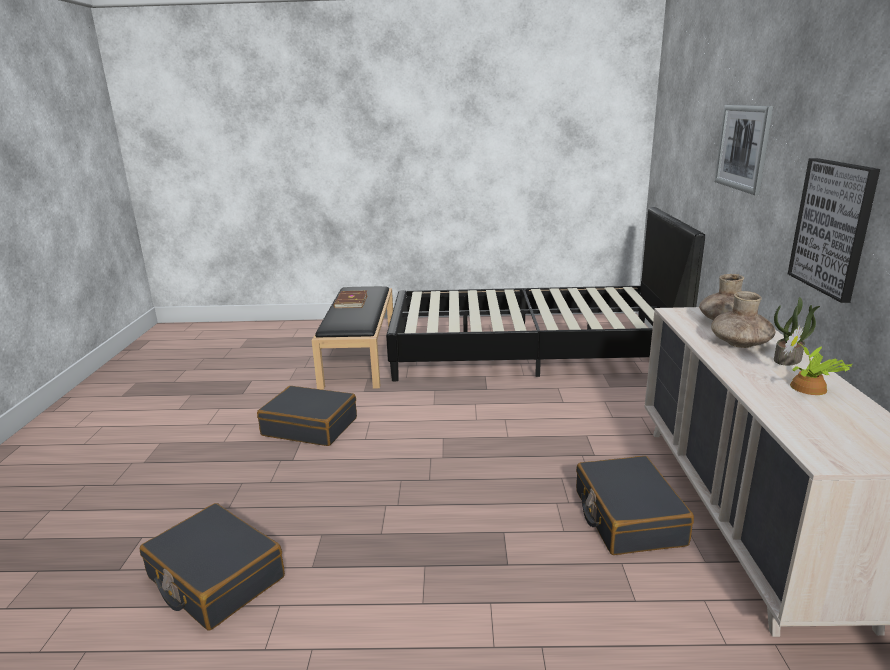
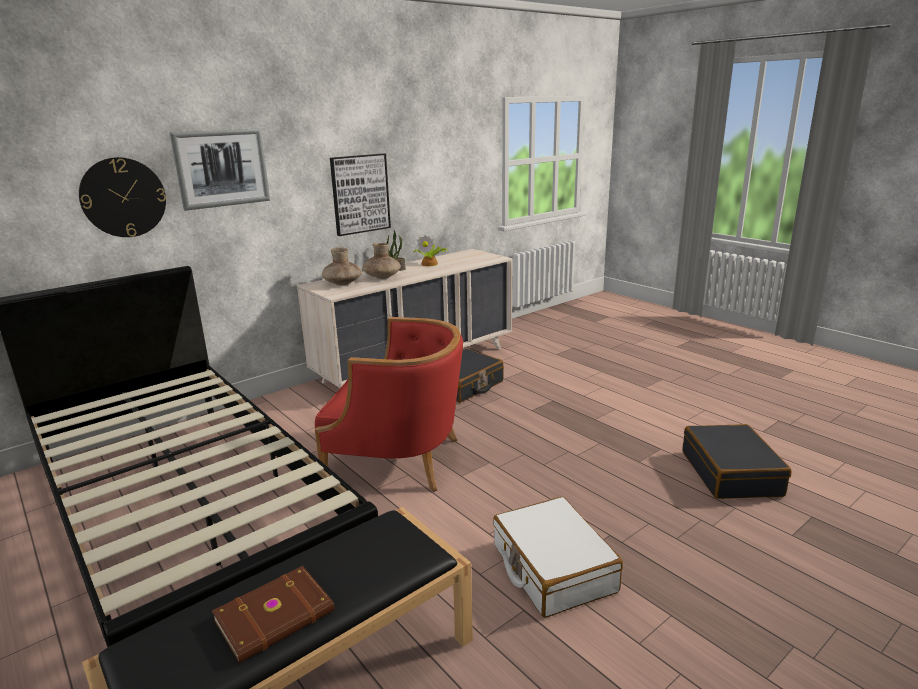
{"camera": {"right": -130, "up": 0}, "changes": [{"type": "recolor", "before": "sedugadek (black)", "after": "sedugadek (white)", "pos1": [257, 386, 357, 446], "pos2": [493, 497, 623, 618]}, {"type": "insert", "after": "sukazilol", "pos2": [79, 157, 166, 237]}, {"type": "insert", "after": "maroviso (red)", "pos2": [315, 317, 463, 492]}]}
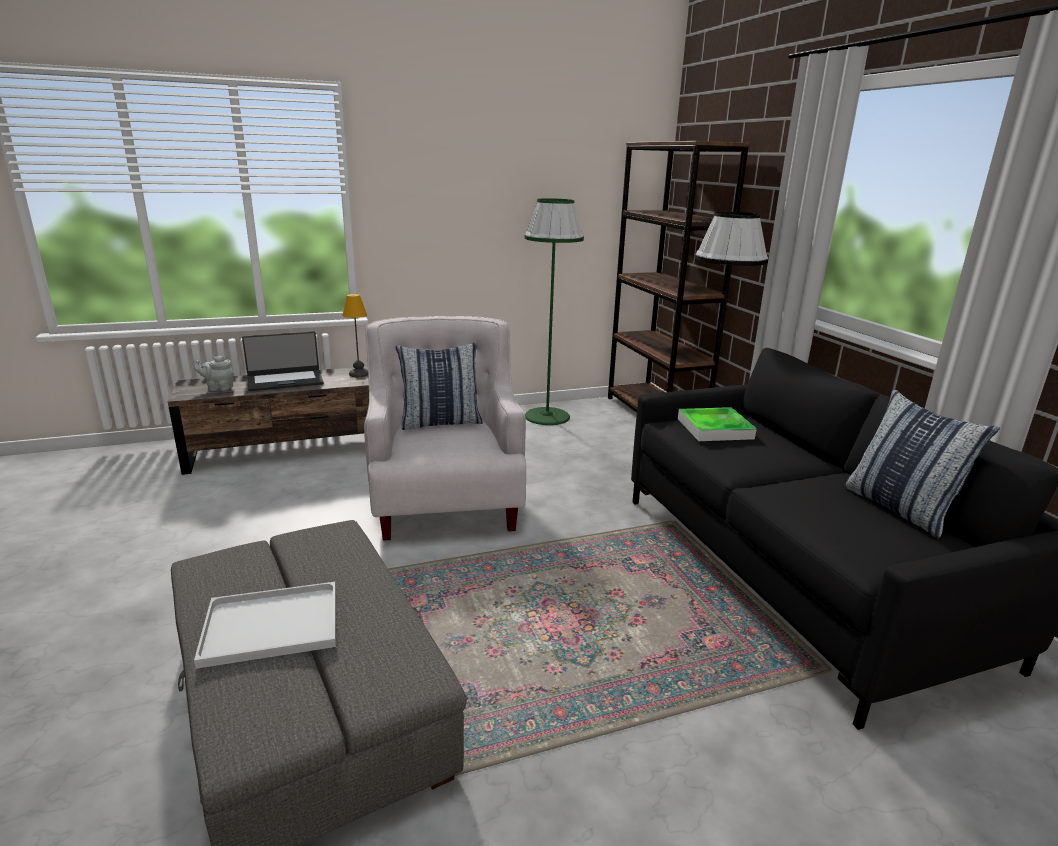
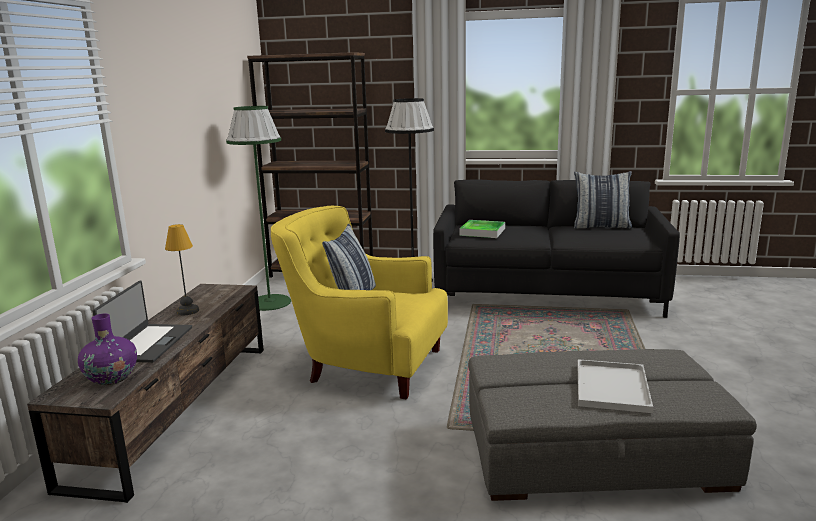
{"camera": {"right": -60, "up": -5}, "changes": [{"type": "recolor", "before": "maroviso (white)", "after": "maroviso (yellow)", "pos1": [364, 316, 526, 541], "pos2": [271, 206, 448, 400]}, {"type": "replace", "before": "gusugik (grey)", "after": "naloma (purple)", "pos1": [194, 356, 234, 391], "pos2": [78, 314, 137, 385]}]}
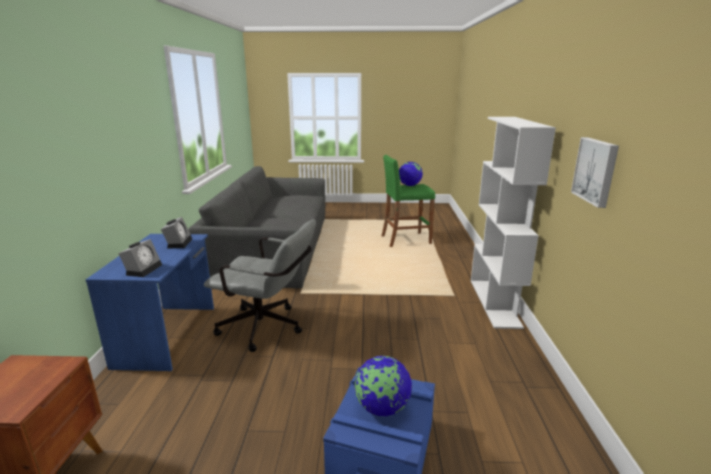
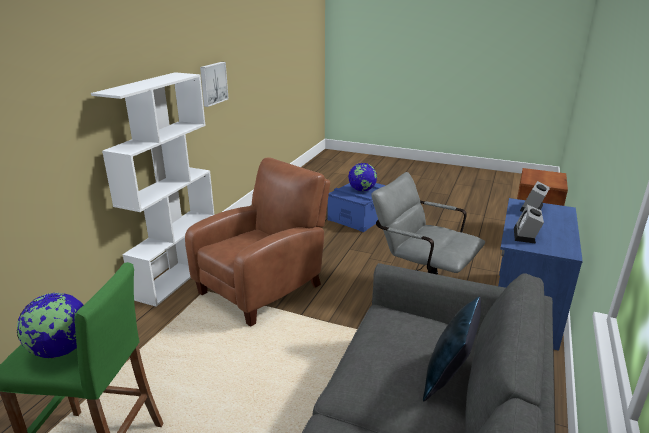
{"camera": {"right": -160, "up": 5}, "changes": [{"type": "insert", "after": "maroviso (brown)", "pos2": [185, 157, 330, 327]}, {"type": "insert", "after": "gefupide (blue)", "pos2": [423, 296, 481, 401]}]}
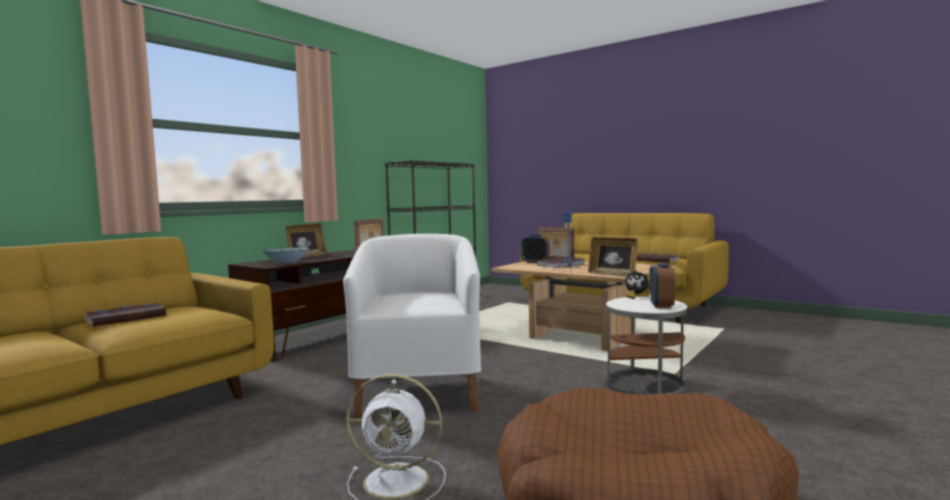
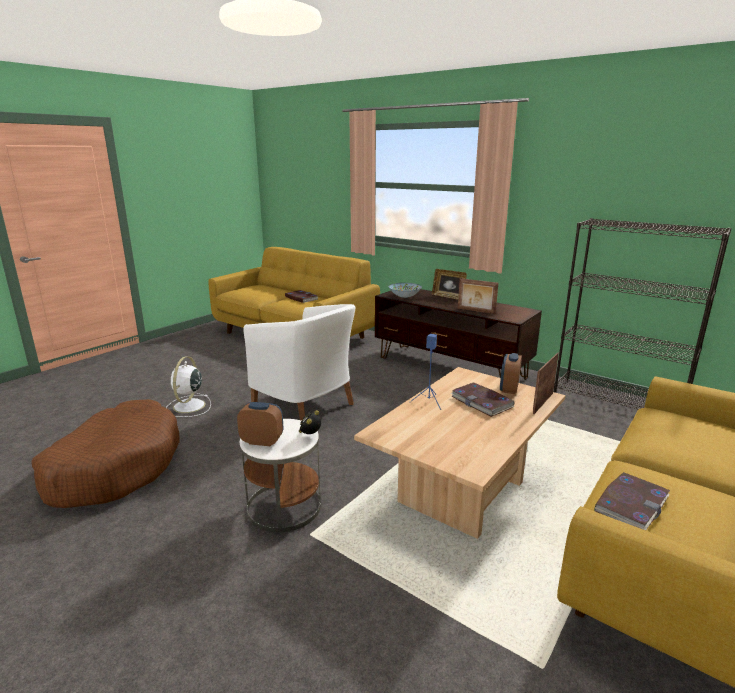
{"camera": {"right": 90, "up": 15}, "changes": [{"type": "rotate", "before": "maroviso (white)", "pos1": [343, 234, 481, 417], "pos2": [243, 304, 355, 421], "turn": 45}, {"type": "delete", "before": "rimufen", "pos1": [588, 237, 638, 277]}]}
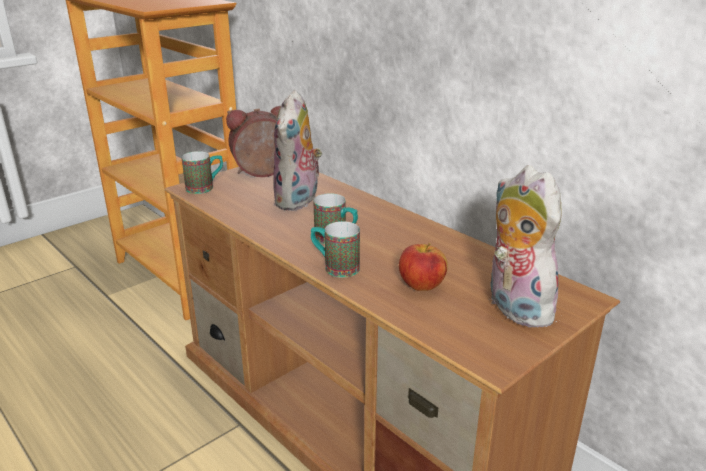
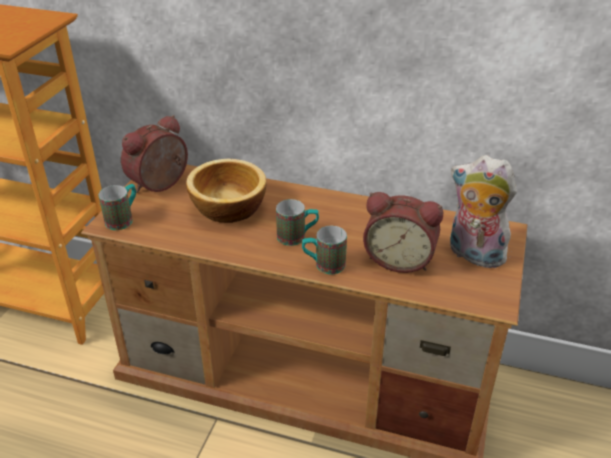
{"camera": {"right": -30, "up": 10}, "changes": [{"type": "replace", "before": "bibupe", "after": "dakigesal", "pos1": [273, 90, 322, 211], "pos2": [186, 159, 267, 223]}, {"type": "replace", "before": "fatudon", "after": "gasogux", "pos1": [399, 243, 448, 291], "pos2": [363, 192, 443, 273]}]}
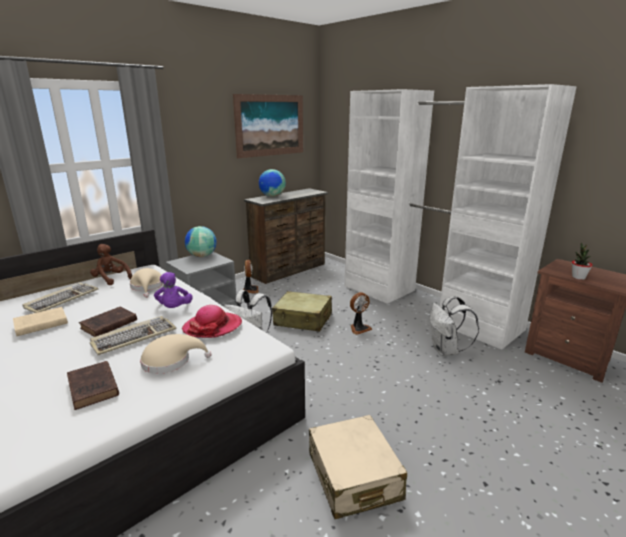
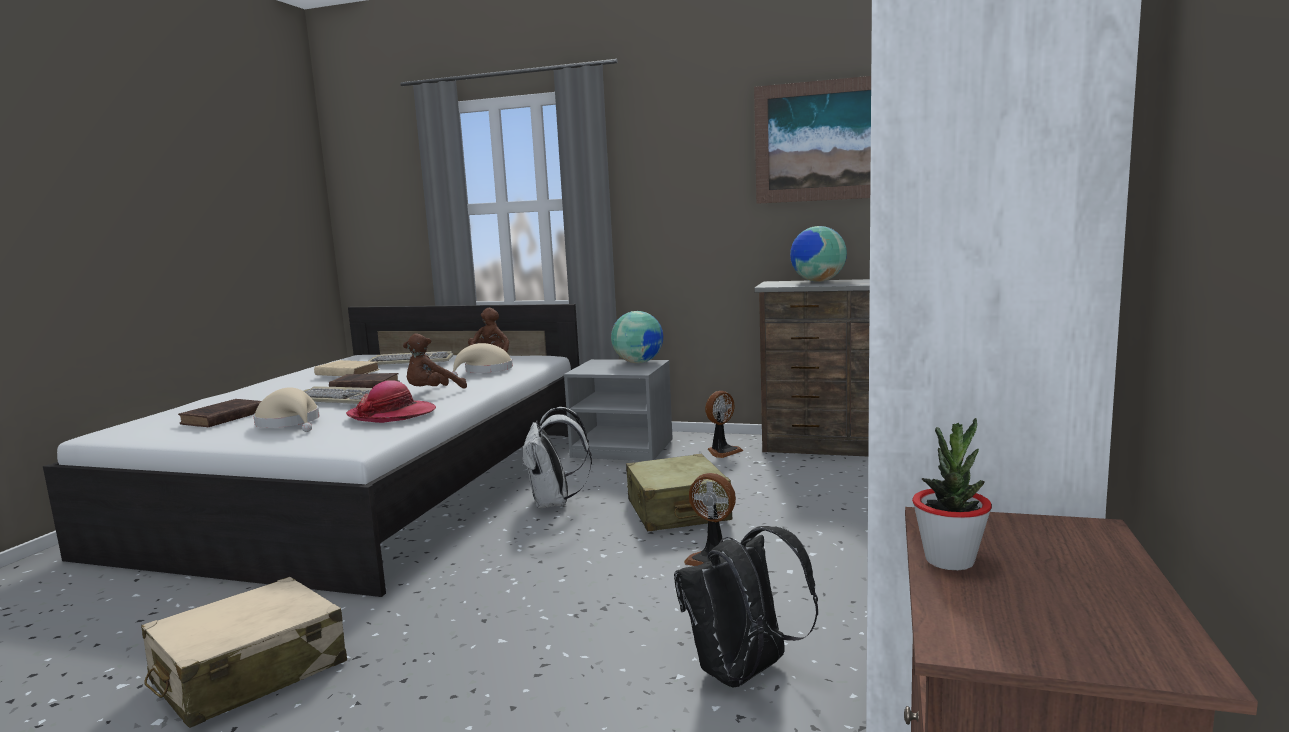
{"camera": {"right": 60, "up": -10}, "changes": [{"type": "recolor", "before": "bibupe (purple)", "after": "bibupe (brown)", "pos1": [154, 272, 193, 308], "pos2": [403, 334, 467, 389]}, {"type": "recolor", "before": "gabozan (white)", "after": "gabozan (black)", "pos1": [429, 296, 479, 356], "pos2": [674, 526, 818, 687]}]}
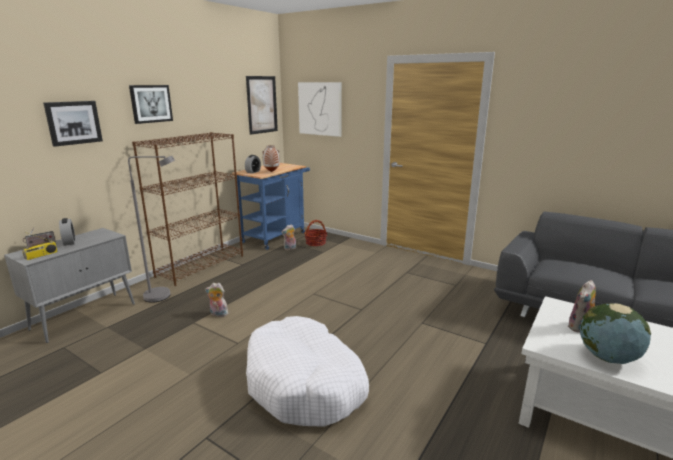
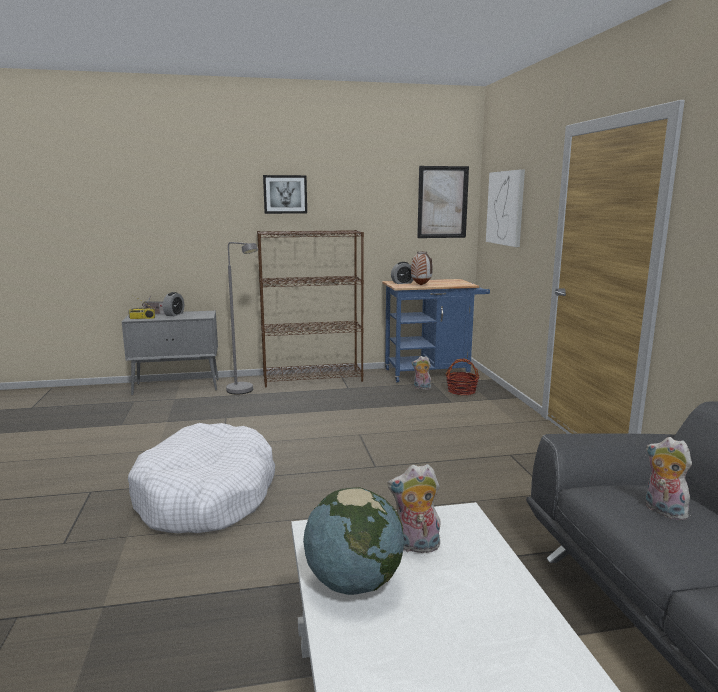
{"camera": {"right": 45, "up": -5}, "changes": [{"type": "delete", "before": "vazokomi", "pos1": [43, 101, 103, 147]}, {"type": "move", "before": "bibupe", "pos1": [205, 283, 228, 317], "pos2": [646, 437, 692, 520]}]}
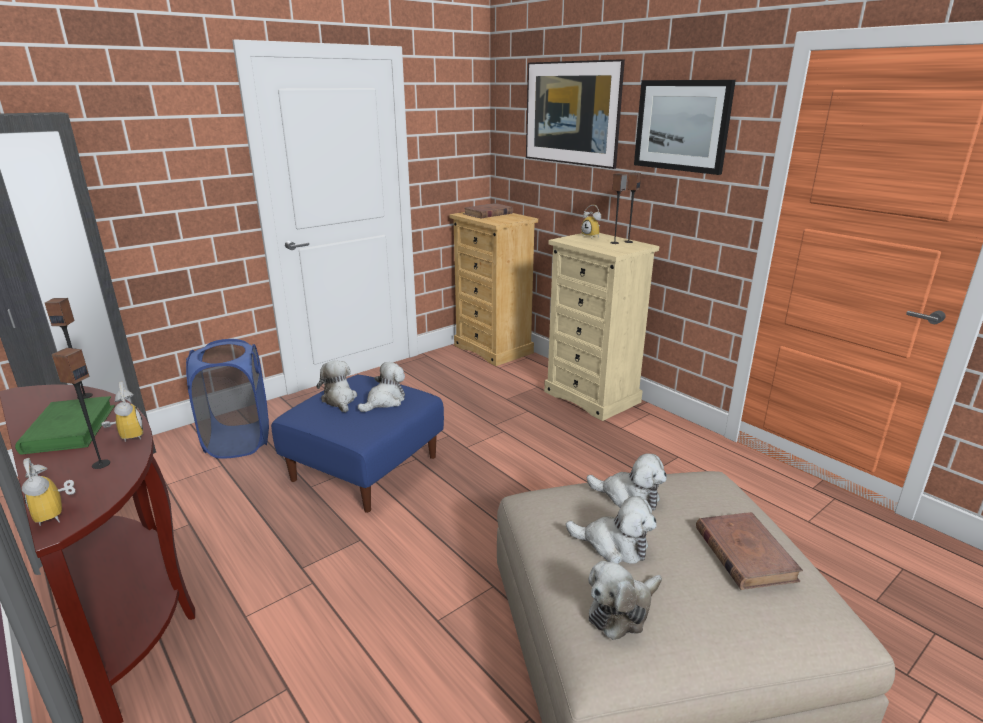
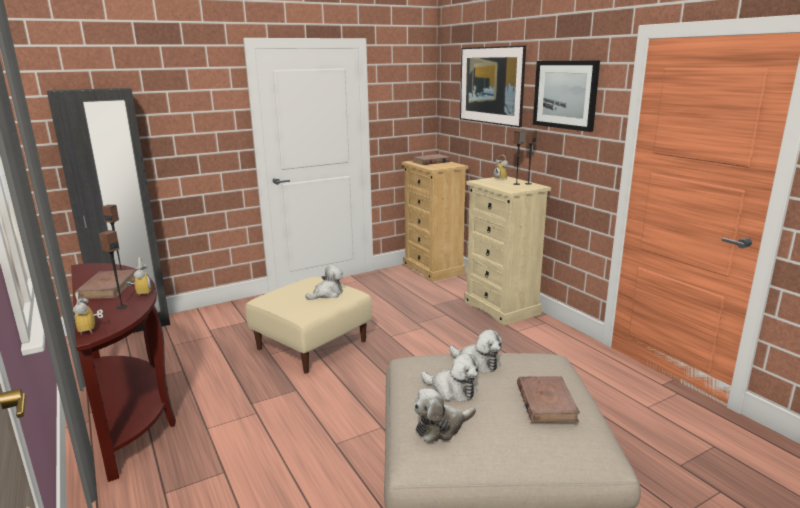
{"camera": {"right": 10, "up": -5}, "changes": [{"type": "delete", "before": "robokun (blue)", "pos1": [186, 339, 269, 459]}, {"type": "delete", "before": "bibupe", "pos1": [317, 360, 357, 413]}, {"type": "recolor", "before": "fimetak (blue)", "after": "fimetak (beige)", "pos1": [271, 375, 444, 513], "pos2": [245, 277, 372, 373]}, {"type": "recolor", "before": "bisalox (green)", "after": "bisalox (brown)", "pos1": [15, 396, 115, 455], "pos2": [75, 270, 136, 299]}]}
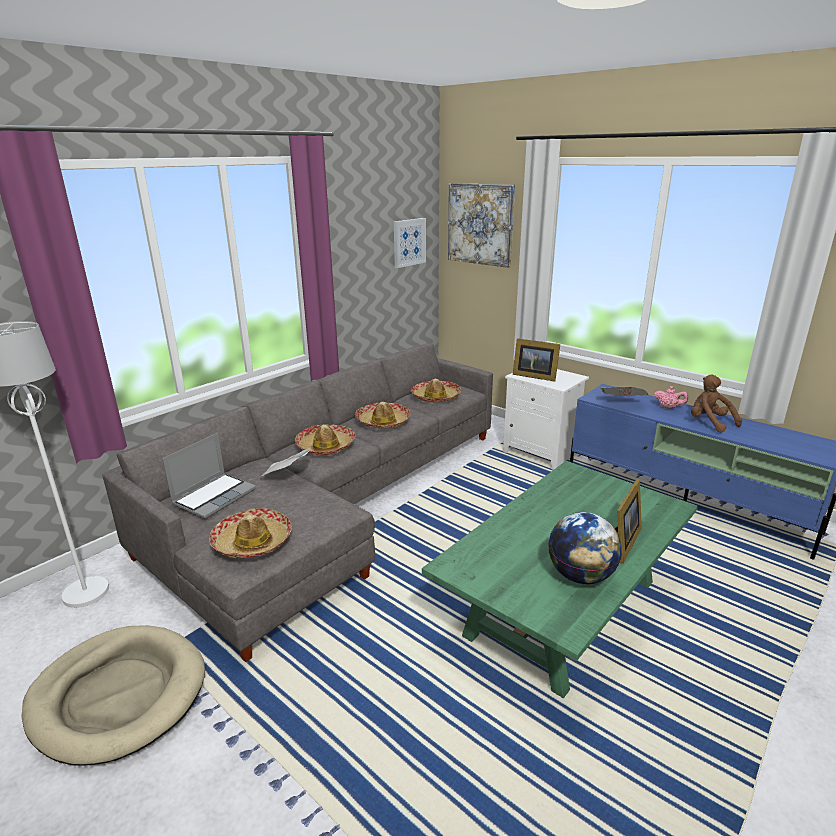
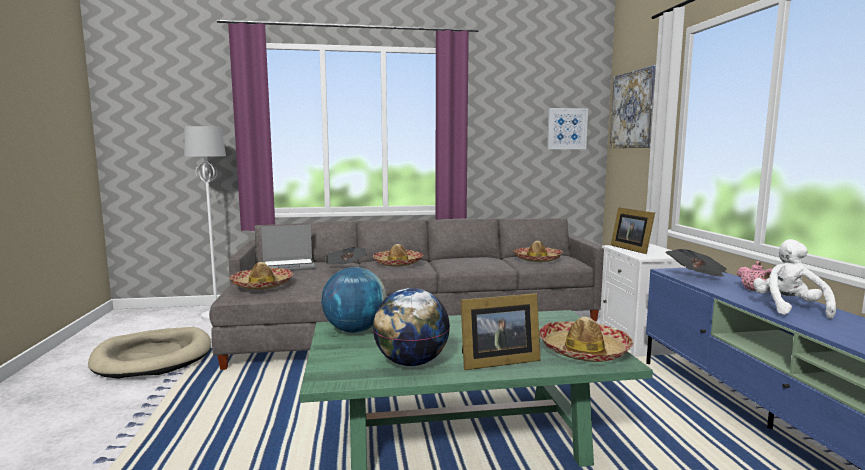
{"camera": {"right": 40, "up": -15}, "changes": [{"type": "recolor", "before": "bibupe (brown)", "after": "bibupe (white)", "pos1": [691, 375, 742, 433], "pos2": [753, 239, 836, 319]}, {"type": "move", "before": "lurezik", "pos1": [355, 402, 411, 429], "pos2": [539, 317, 633, 362]}, {"type": "insert", "after": "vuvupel", "pos2": [321, 267, 387, 333]}]}
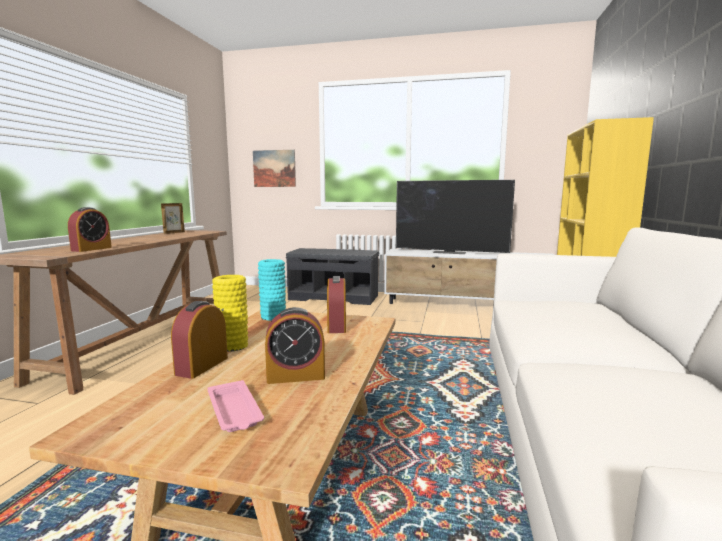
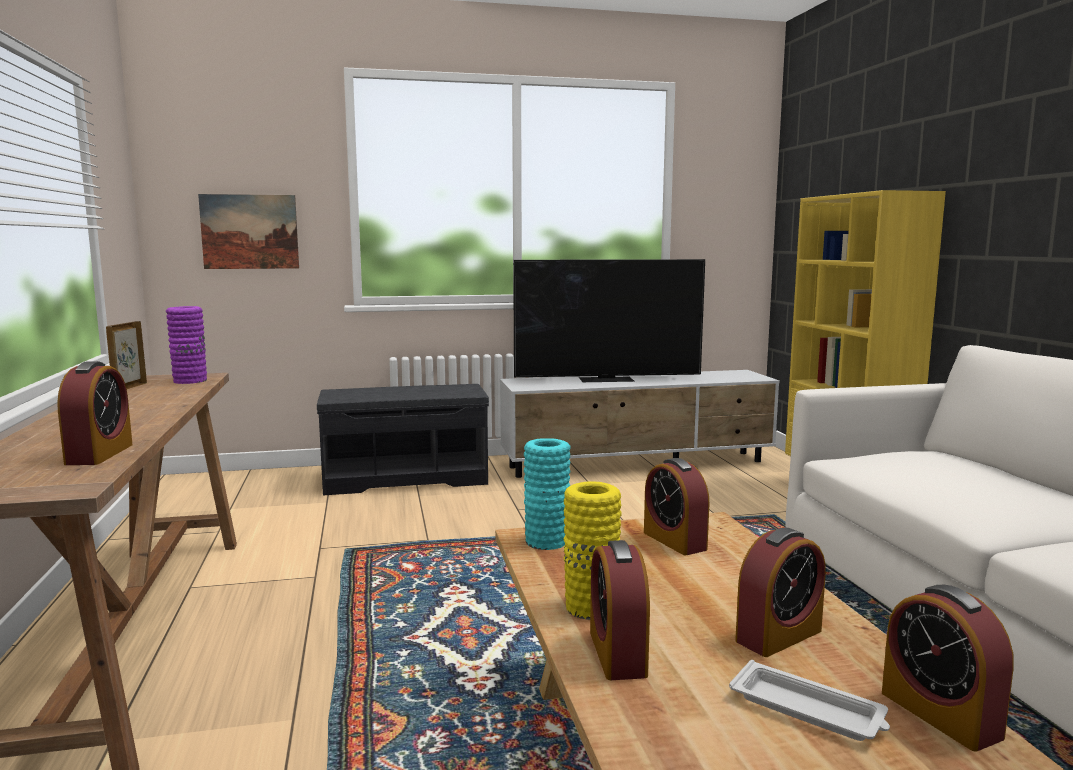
{"camera": {"right": -25, "up": 0}, "changes": [{"type": "recolor", "before": "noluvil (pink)", "after": "noluvil (white)", "pos1": [207, 380, 264, 432], "pos2": [729, 660, 890, 741]}, {"type": "insert", "after": "naloma (purple)", "pos2": [166, 306, 207, 384]}, {"type": "insert", "after": "gasogux", "pos2": [882, 585, 1014, 752]}]}
